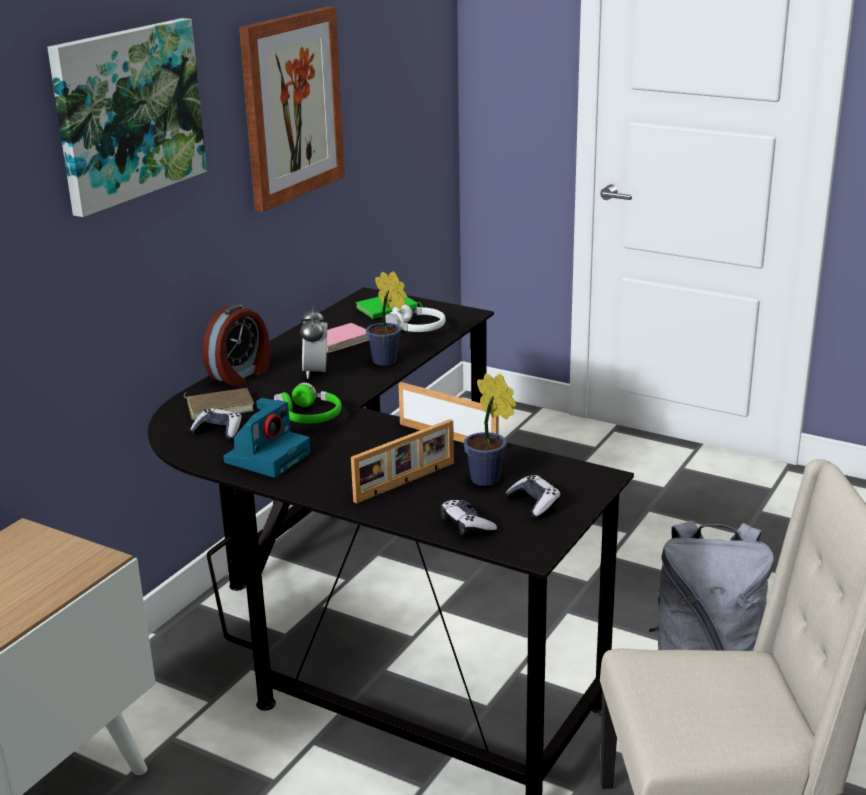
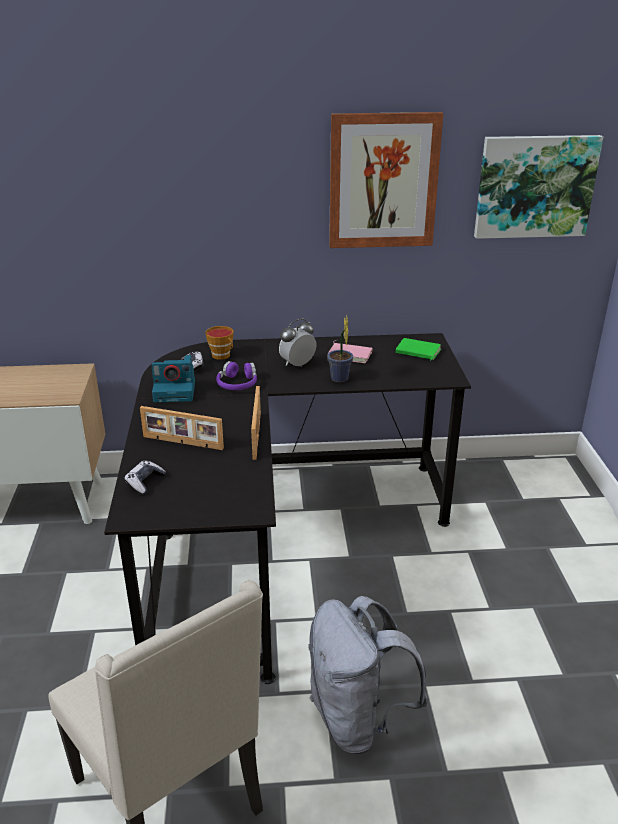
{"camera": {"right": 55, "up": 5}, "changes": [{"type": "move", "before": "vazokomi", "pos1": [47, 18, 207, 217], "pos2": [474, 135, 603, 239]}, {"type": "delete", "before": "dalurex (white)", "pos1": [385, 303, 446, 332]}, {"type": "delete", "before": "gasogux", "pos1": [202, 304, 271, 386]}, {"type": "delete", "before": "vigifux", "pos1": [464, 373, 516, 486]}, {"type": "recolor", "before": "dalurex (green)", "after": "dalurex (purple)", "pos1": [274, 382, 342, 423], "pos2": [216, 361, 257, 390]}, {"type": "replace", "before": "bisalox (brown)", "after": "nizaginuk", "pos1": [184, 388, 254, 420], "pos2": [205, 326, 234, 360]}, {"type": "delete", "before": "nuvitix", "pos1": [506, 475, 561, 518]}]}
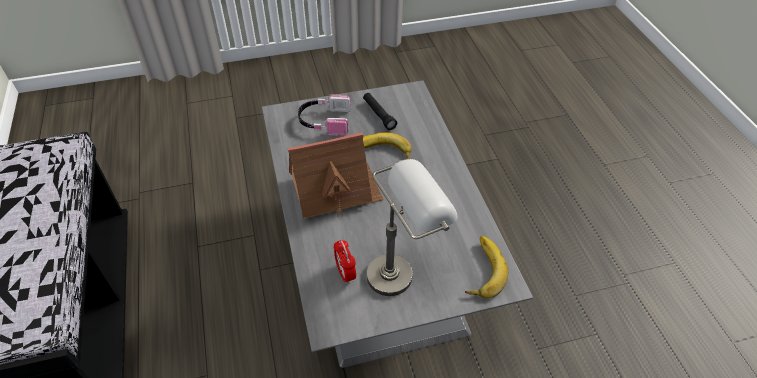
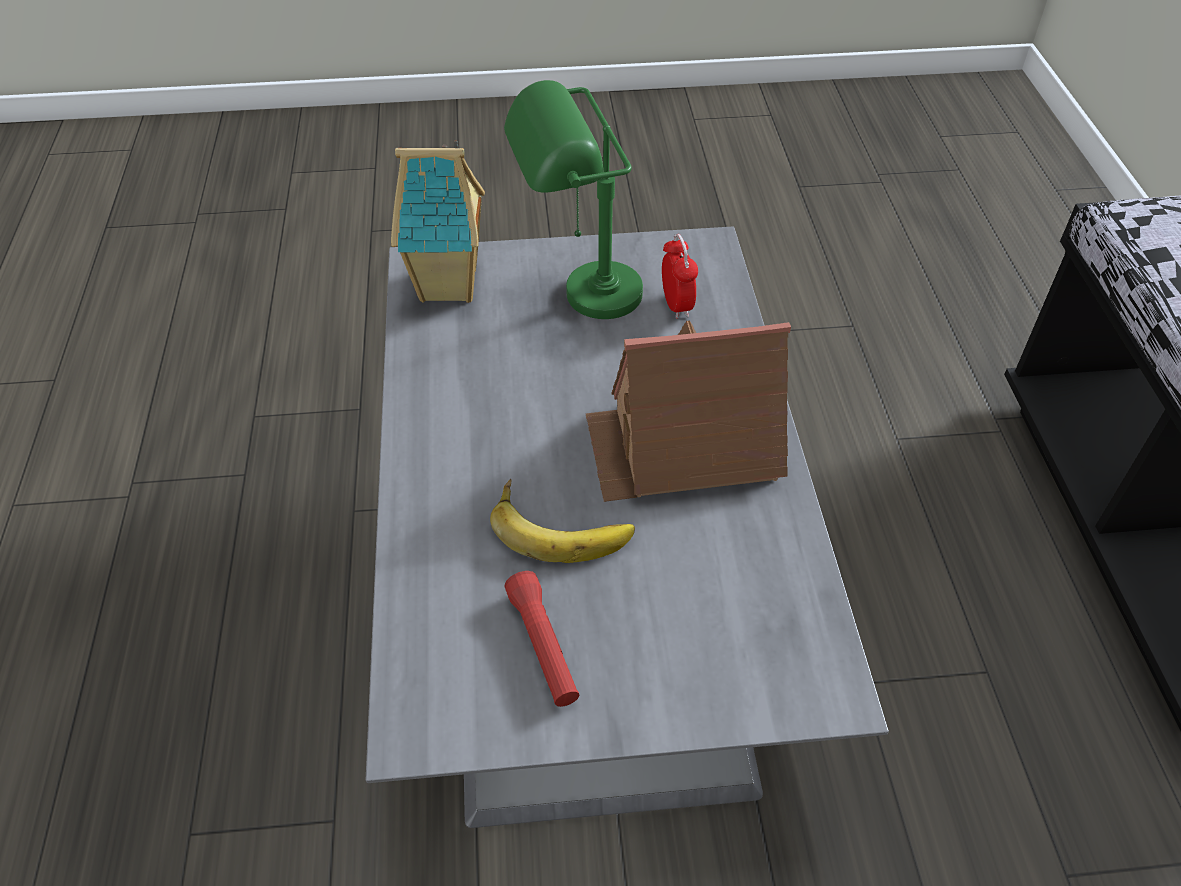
{"camera": {"right": -170, "up": 0}, "changes": [{"type": "recolor", "before": "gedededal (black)", "after": "gedededal (red)", "pos1": [363, 93, 397, 130], "pos2": [504, 571, 579, 707]}, {"type": "delete", "before": "dalurex", "pos1": [298, 94, 351, 135]}, {"type": "recolor", "before": "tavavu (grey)", "after": "tavavu (green)", "pos1": [367, 159, 457, 296], "pos2": [504, 80, 643, 319]}, {"type": "replace", "before": "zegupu", "after": "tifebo", "pos1": [465, 236, 508, 299], "pos2": [391, 140, 485, 303]}]}
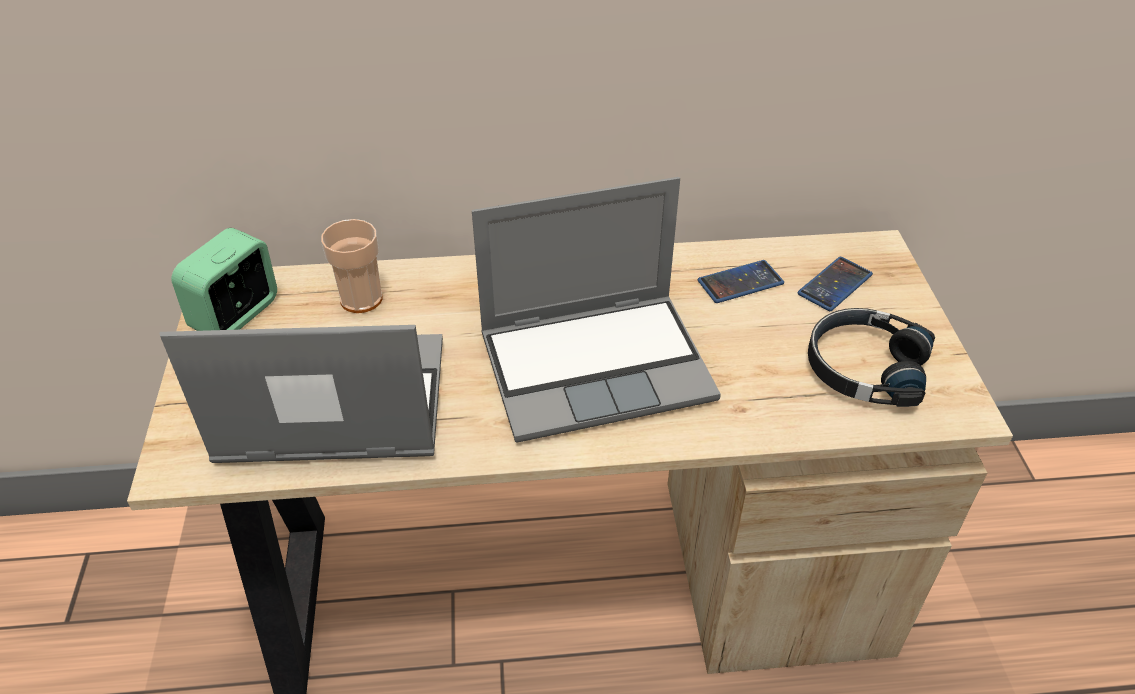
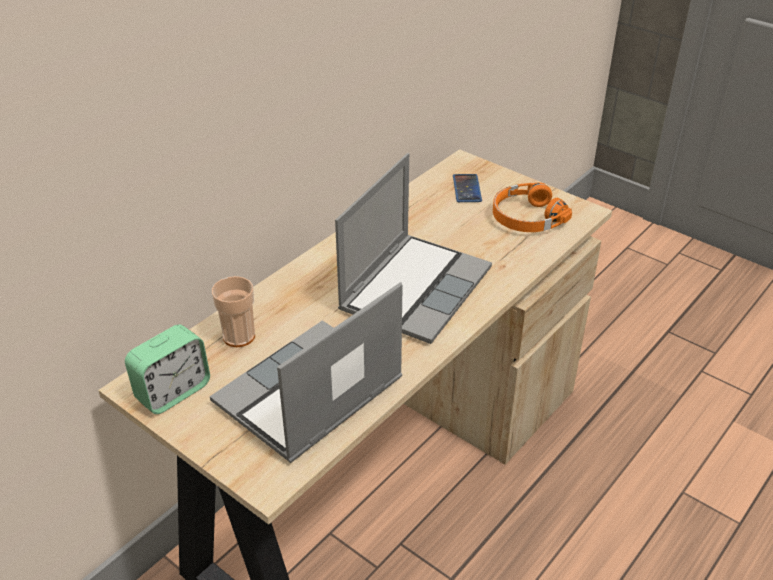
{"camera": {"right": -45, "up": -5}, "changes": [{"type": "rotate", "before": "gasogux", "pos1": [171, 228, 277, 331], "pos2": [125, 324, 210, 414], "turn": -120}, {"type": "delete", "before": "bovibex", "pos1": [698, 260, 784, 303]}, {"type": "recolor", "before": "dalurex (black)", "after": "dalurex (orange)", "pos1": [808, 308, 935, 407], "pos2": [493, 182, 572, 232]}]}
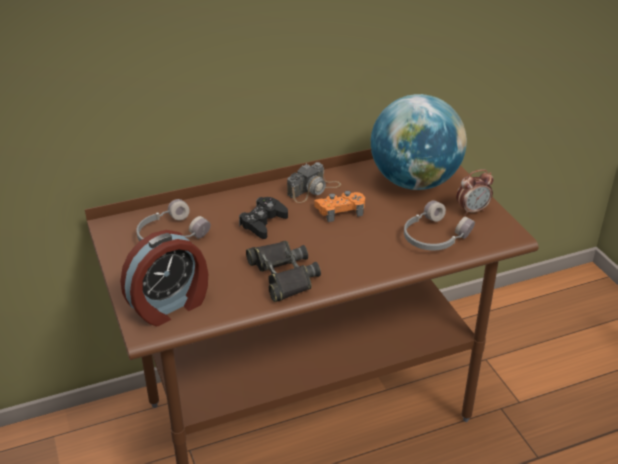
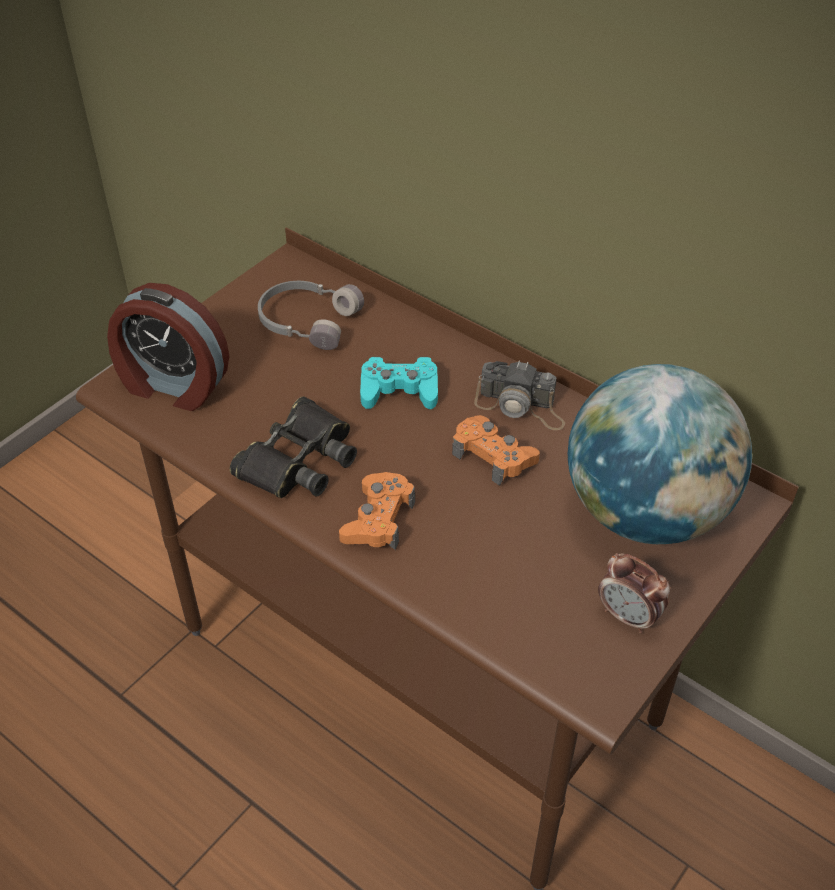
{"camera": {"right": 60, "up": 10}, "changes": [{"type": "recolor", "before": "nuvitix (black)", "after": "nuvitix (turquoise)", "pos1": [239, 197, 288, 239], "pos2": [360, 357, 438, 409]}, {"type": "delete", "before": "dalurex (grey)", "pos1": [404, 200, 475, 250]}, {"type": "insert", "after": "nuvitix (orange)", "pos2": [339, 472, 415, 550]}]}
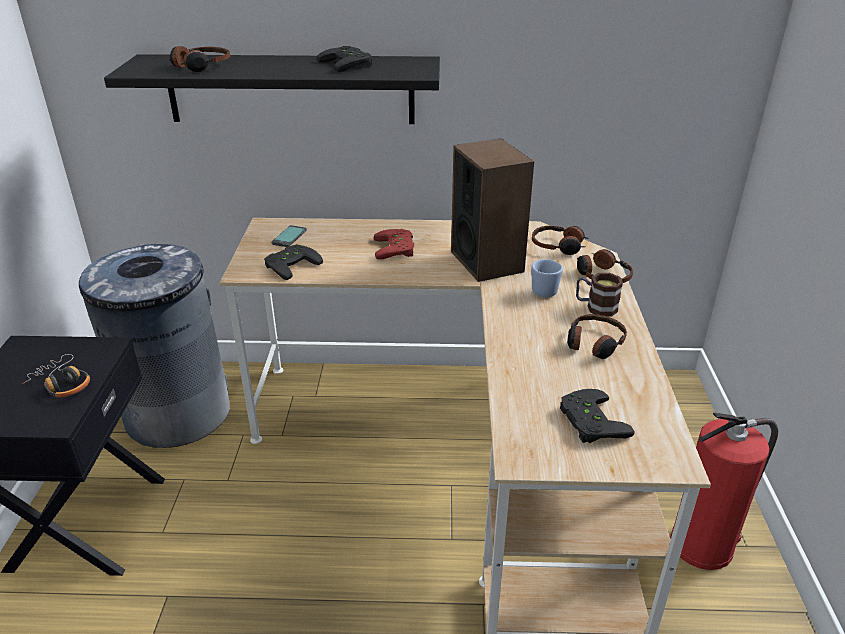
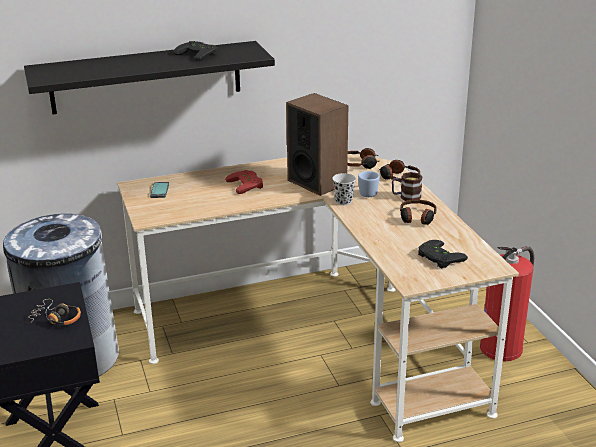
{"camera": {"right": -20, "up": -5}, "changes": [{"type": "delete", "before": "dalurex", "pos1": [168, 46, 230, 72]}, {"type": "delete", "before": "nuvitix (black)", "pos1": [264, 244, 323, 280]}, {"type": "insert", "after": "nizaginuk (black)", "pos2": [332, 173, 356, 205]}]}
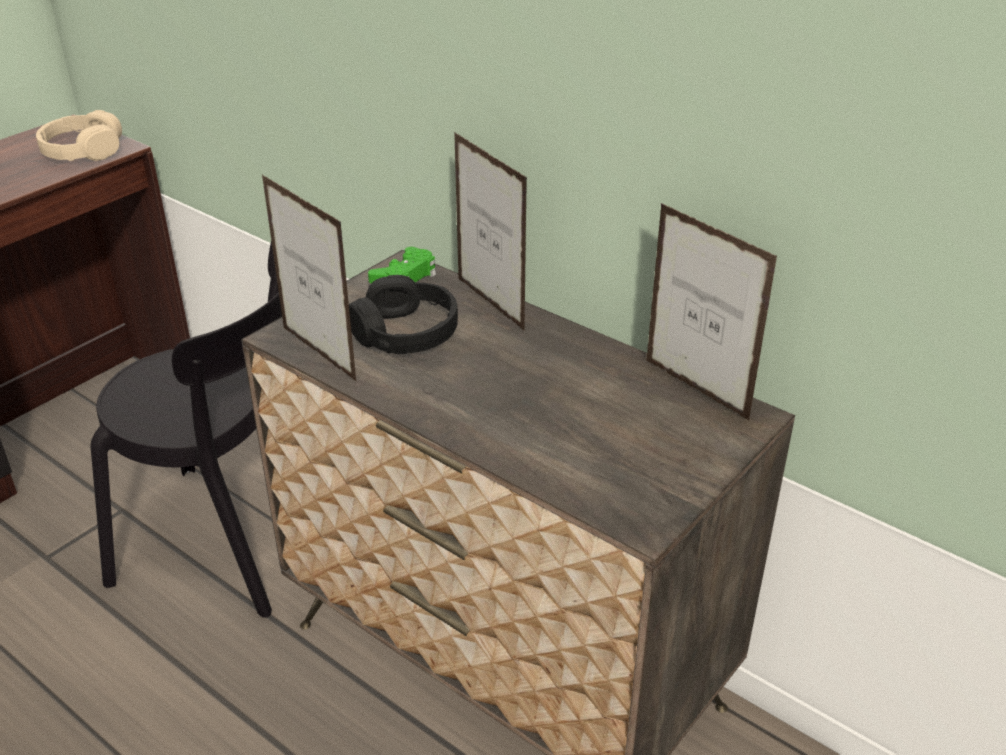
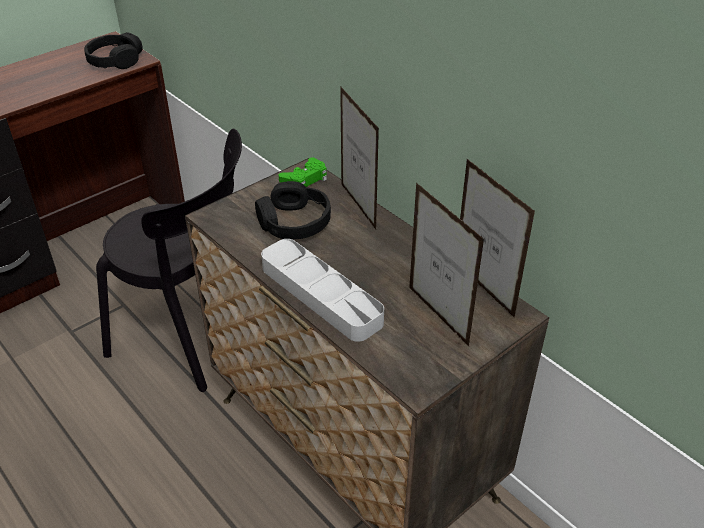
{"camera": {"right": 10, "up": 5}, "changes": [{"type": "recolor", "before": "dalurex (beige)", "after": "dalurex (black)", "pos1": [36, 110, 122, 161], "pos2": [84, 32, 143, 69]}, {"type": "move", "before": "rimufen", "pos1": [262, 175, 357, 382], "pos2": [409, 182, 484, 346]}, {"type": "insert", "after": "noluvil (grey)", "pos2": [261, 239, 384, 342]}]}
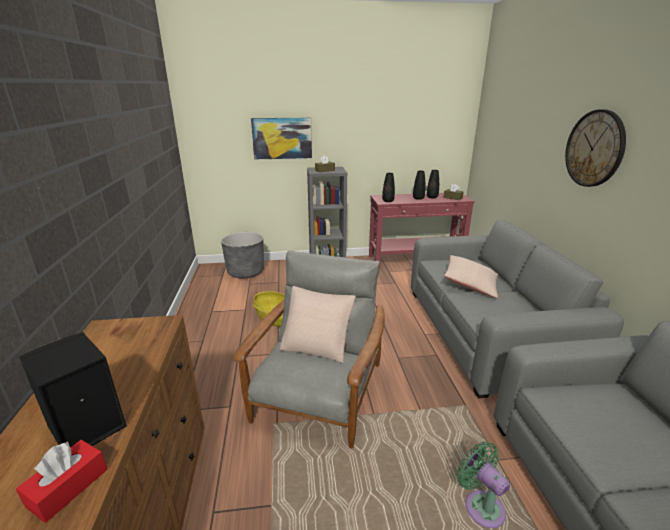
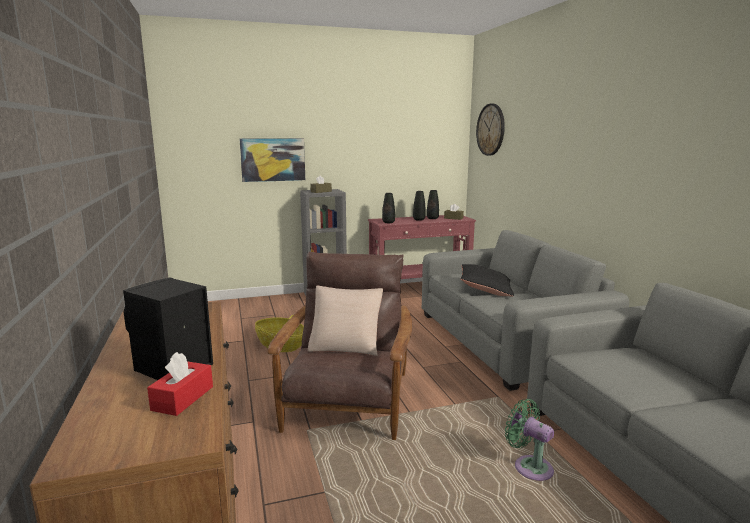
{"camera": {"right": -10, "up": -10}, "changes": [{"type": "move", "before": "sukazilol", "pos1": [565, 109, 626, 187], "pos2": [476, 104, 505, 156]}, {"type": "delete", "before": "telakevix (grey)", "pos1": [221, 232, 264, 278]}, {"type": "recolor", "before": "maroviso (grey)", "after": "maroviso (brown)", "pos1": [233, 251, 385, 449], "pos2": [267, 252, 412, 440]}, {"type": "recolor", "before": "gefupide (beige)", "after": "gefupide (black)", "pos1": [444, 255, 498, 298], "pos2": [461, 264, 514, 297]}]}
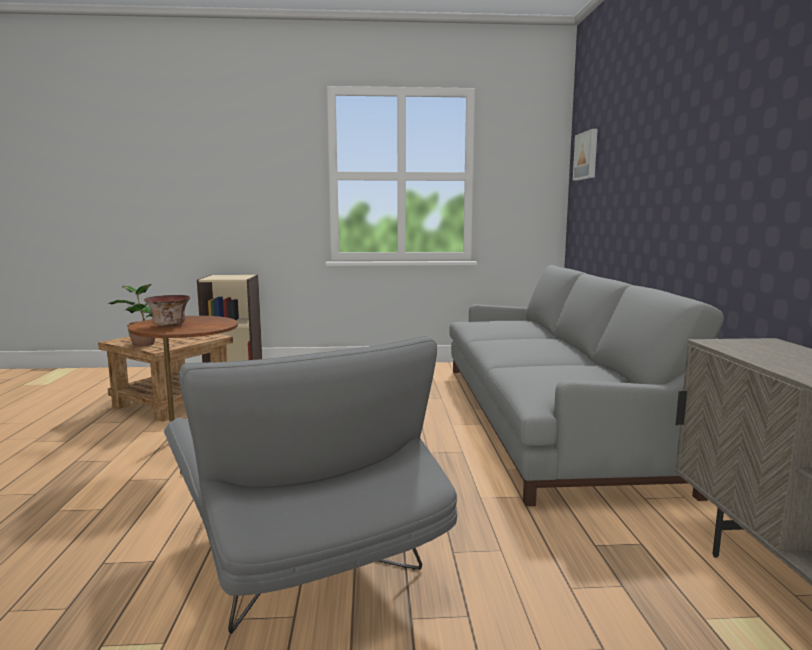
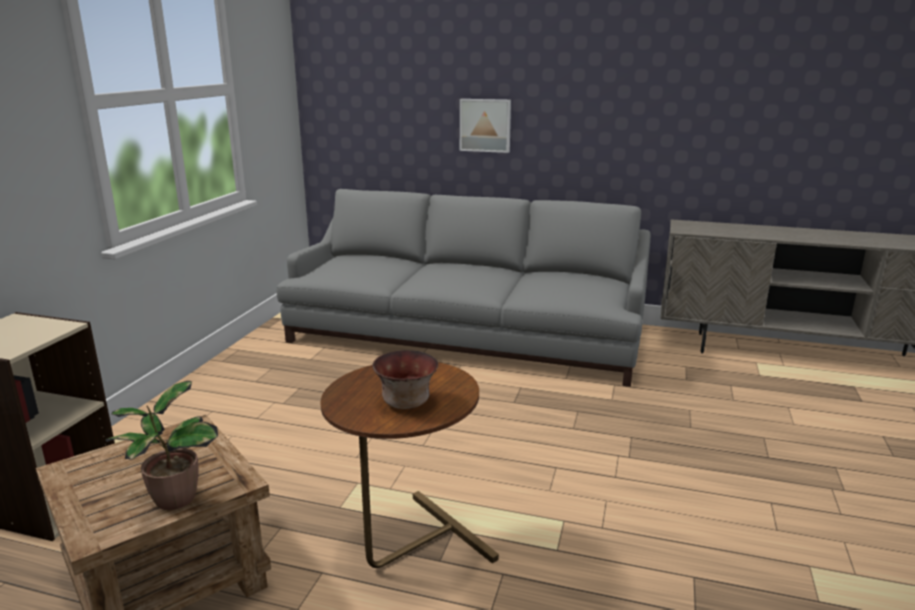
{"camera": {"right": -70, "up": 10}, "changes": [{"type": "move", "before": "vazokomi", "pos1": [573, 129, 598, 180], "pos2": [460, 99, 511, 153]}, {"type": "delete", "before": "maroviso (grey)", "pos1": [164, 336, 457, 634]}]}
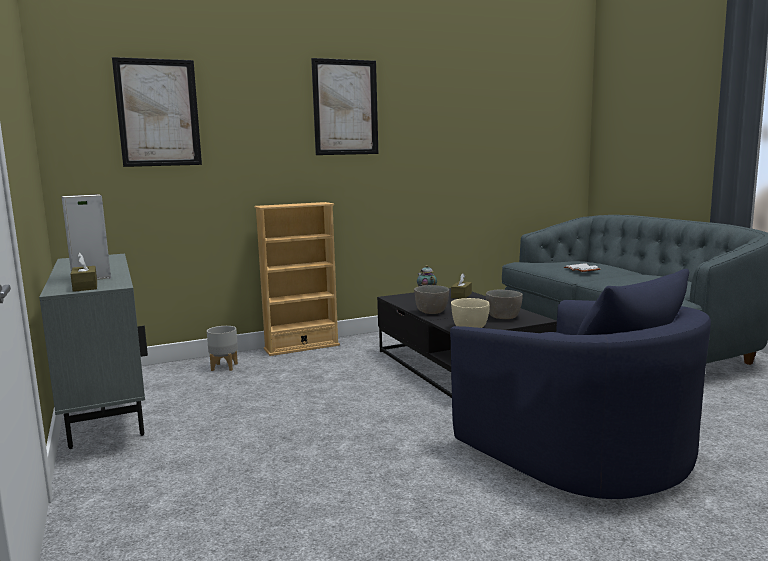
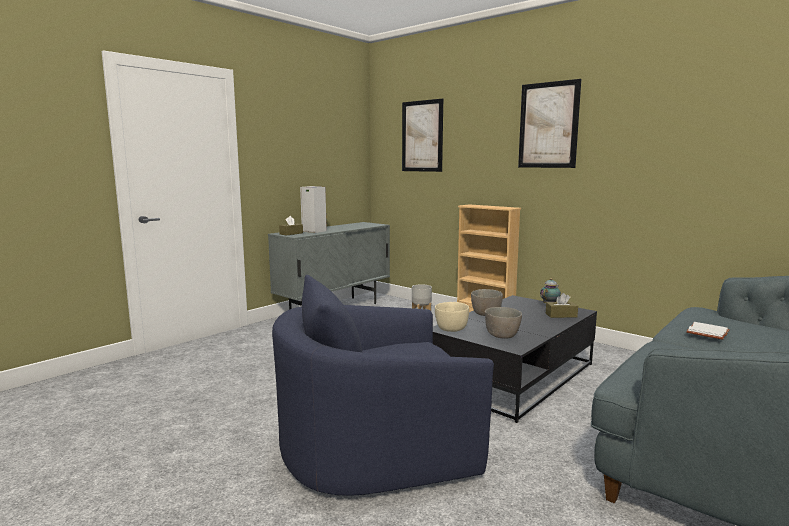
{"camera": {"right": 65, "up": 0}, "changes": [{"type": "rotate", "before": "maroviso (blue)", "pos1": [450, 269, 711, 499], "pos2": [272, 275, 494, 496], "turn": 45}]}
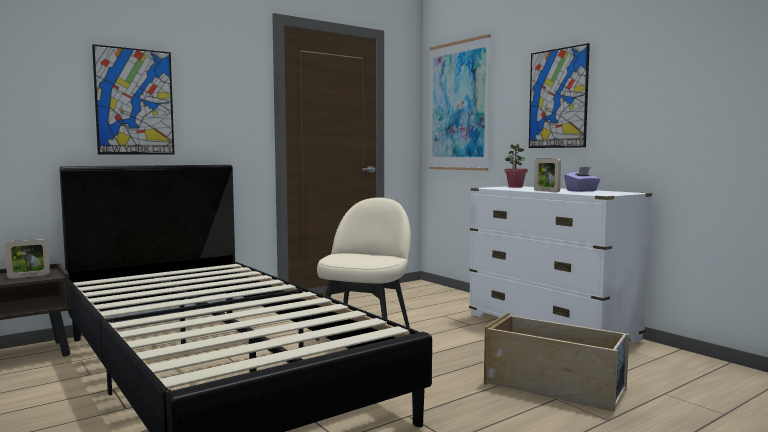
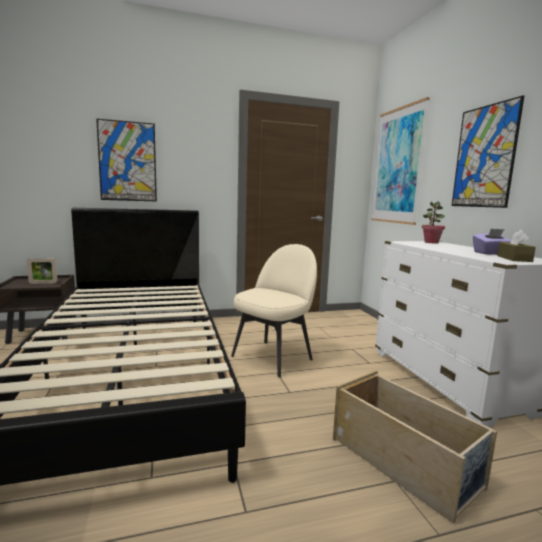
{"camera": {"right": 20, "up": 5}, "changes": [{"type": "delete", "before": "rimufen", "pos1": [534, 158, 561, 192]}, {"type": "insert", "after": "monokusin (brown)", "pos2": [497, 230, 536, 262]}]}
